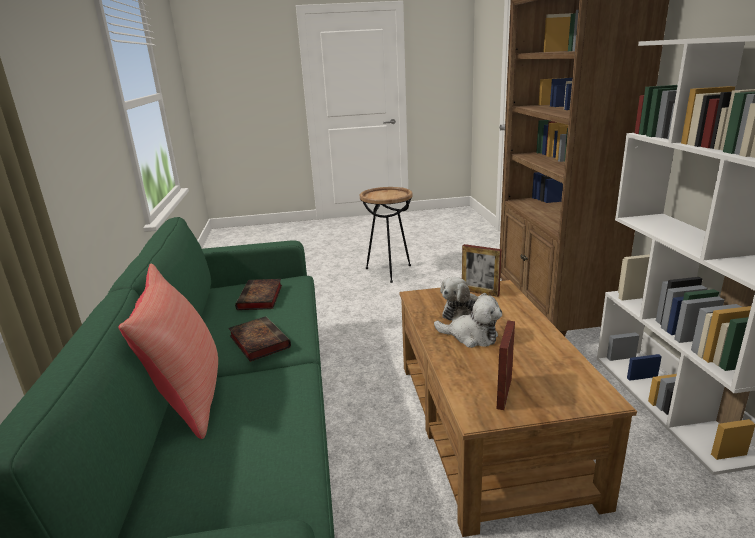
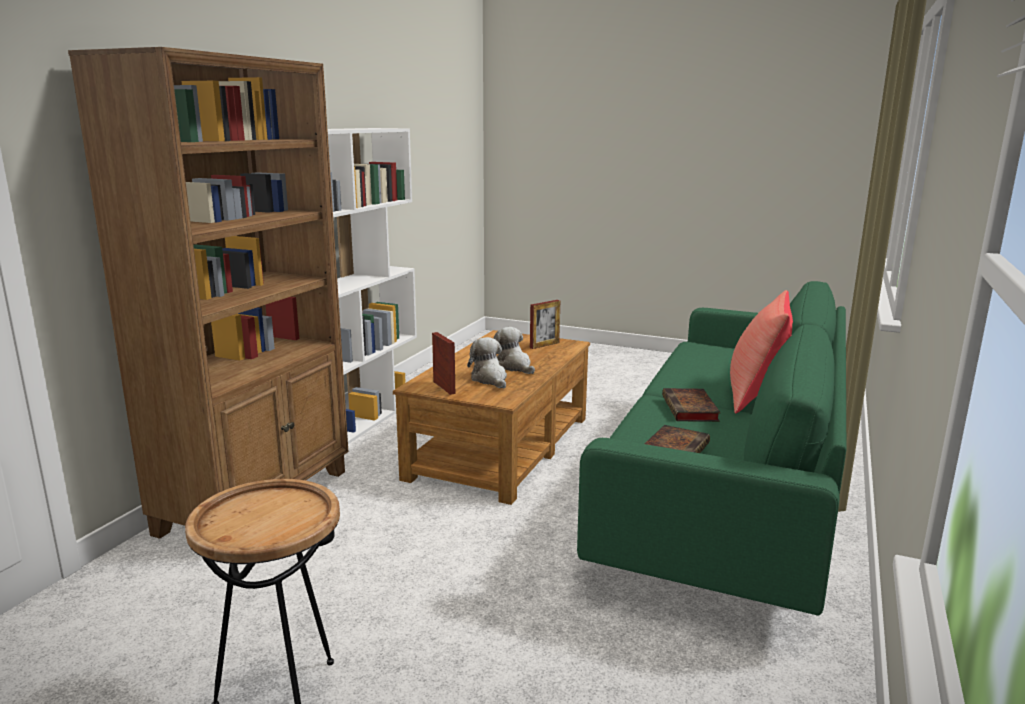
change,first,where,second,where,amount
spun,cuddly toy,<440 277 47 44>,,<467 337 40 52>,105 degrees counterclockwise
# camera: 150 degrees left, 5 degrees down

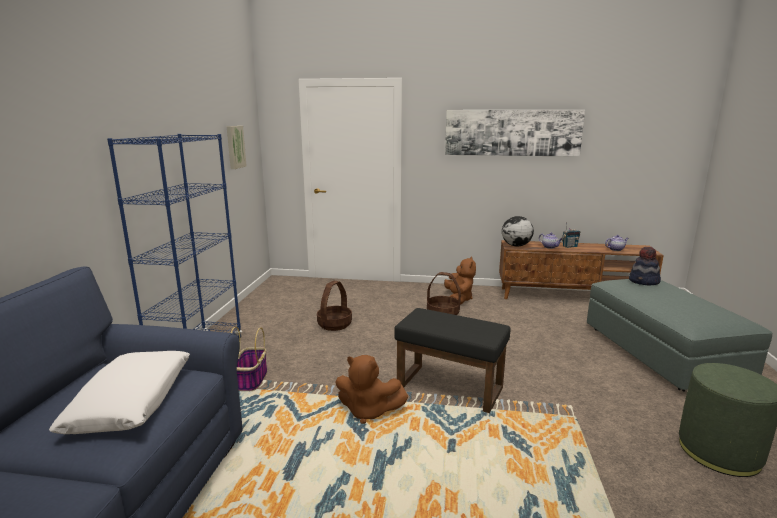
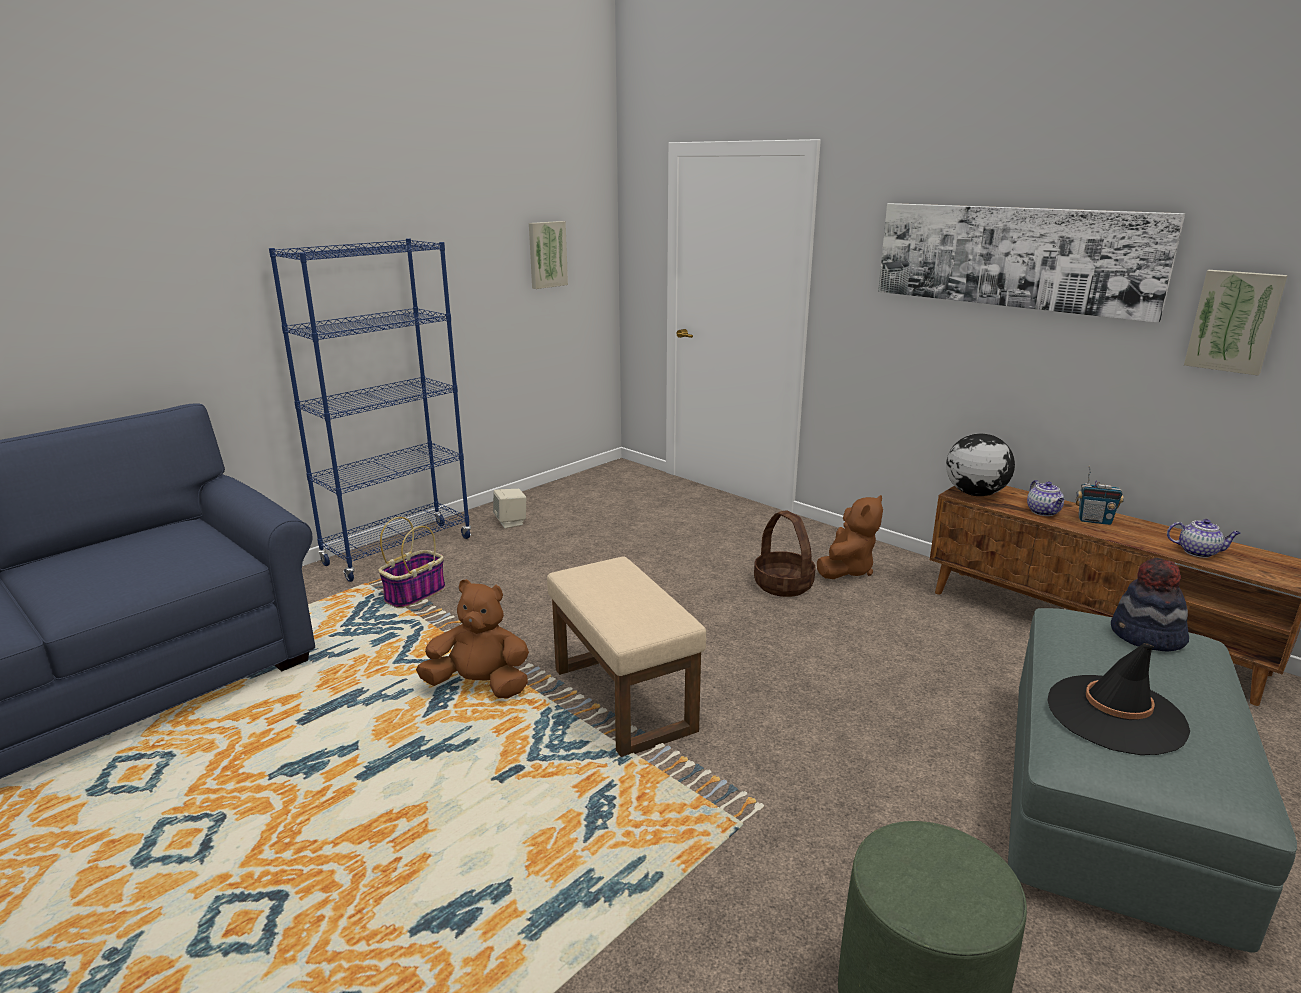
change,first,where,second,where,amount
missing,white-coloured cushion,<49 351 141 83>,,,
missing,basket,<317 281 35 50>,,,
appeared,,,sand-coloured audio speaker,<493 489 33 39>,
appeared,,,black-coloured hat,<1048 643 142 112>,
appeared,,,wall art,<1184 270 104 106>,
colour,black-coloured footrest,<394 308 116 105>,sand-coloured footrest,<547 556 159 201>,
spun,brownish cuddly toy,<335 355 73 69>,,<416 579 113 119>,135 degrees clockwise
# camera: 35 degrees right, 5 degrees up

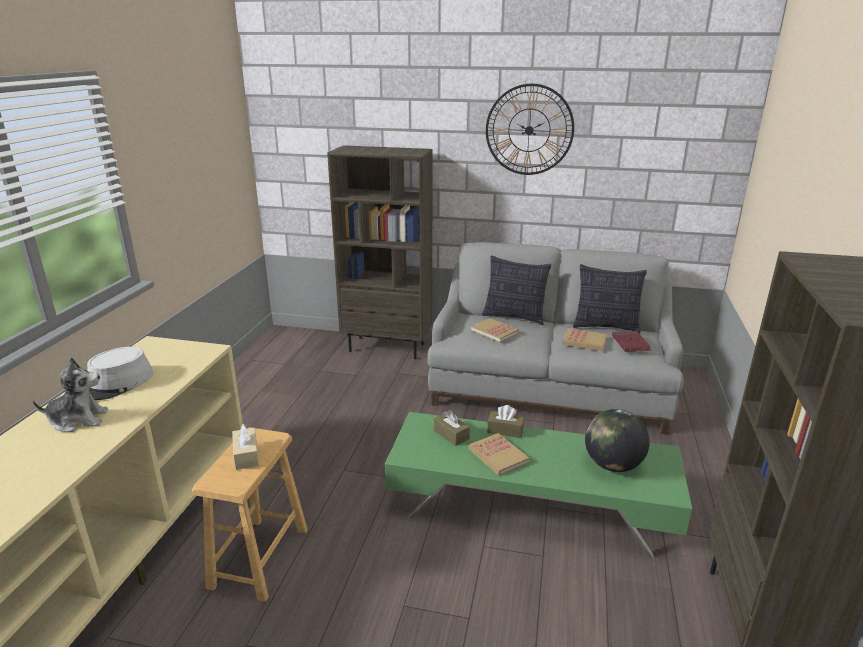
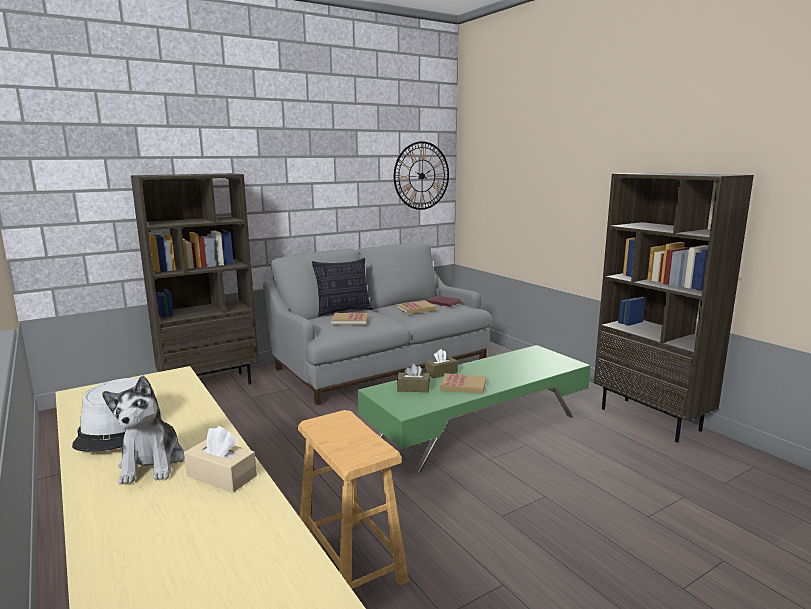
change,first,where,second,where,amount
missing,cushion,<573 264 74 70>,,,
missing,desk globe,<585 409 65 63>,,,
relocated,sand-coloured tissue holder,<232 424 27 46>,,<184 426 73 67>,
relocated,wall clock,<486 84 88 91>,,<394 141 55 69>,
spun,cuddly toy,<32 357 76 75>,,<102 376 83 109>,135 degrees clockwise
# camera: 45 degrees left, 10 degrees down

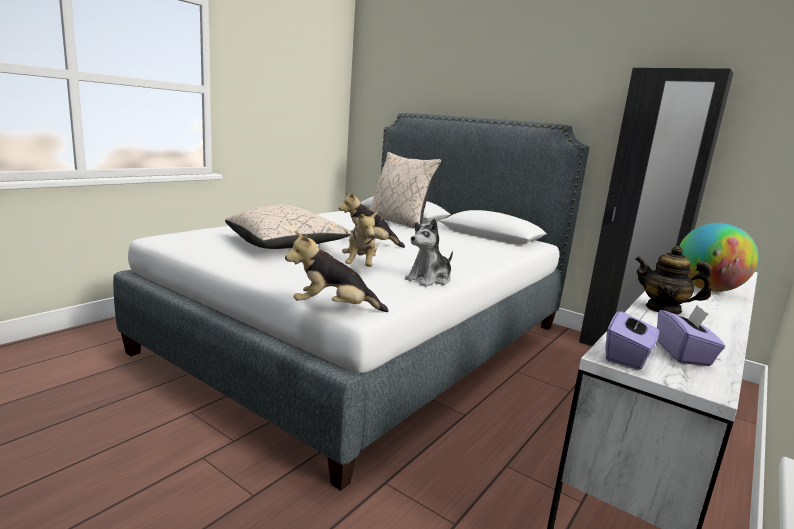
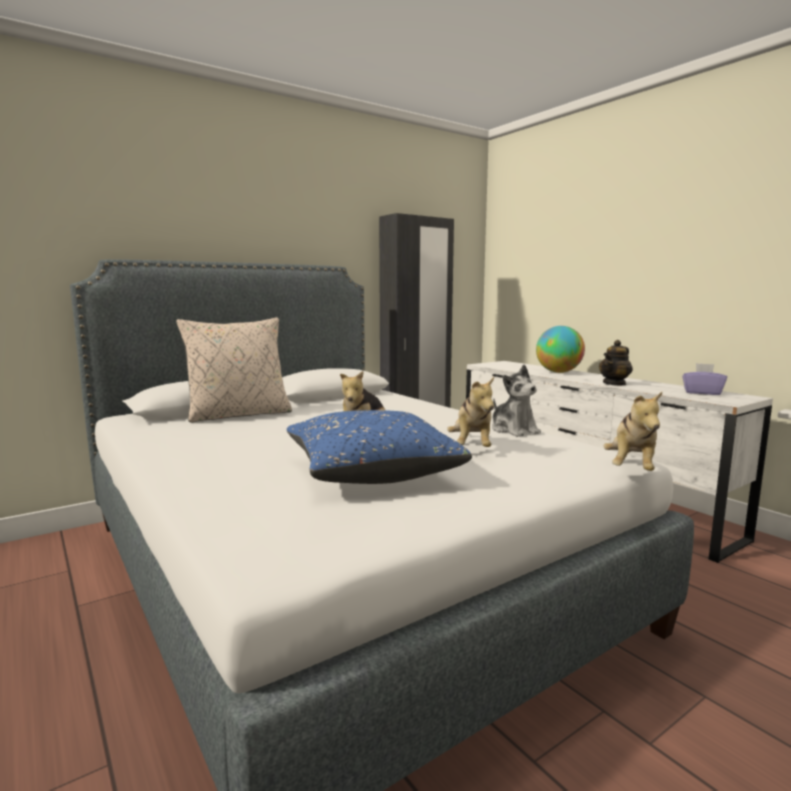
change,first,where,second,where,amount
missing,purple tissue holder,<606 310 53 60>,,,
colour,sand-coloured cushion,<225 205 126 44>,blue-coloured cushion,<287 410 185 74>,
spun,cuddly toy,<342 211 35 56>,,<447 377 47 70>,75 degrees clockwise
# camera: 70 degrees left, 5 degrees down

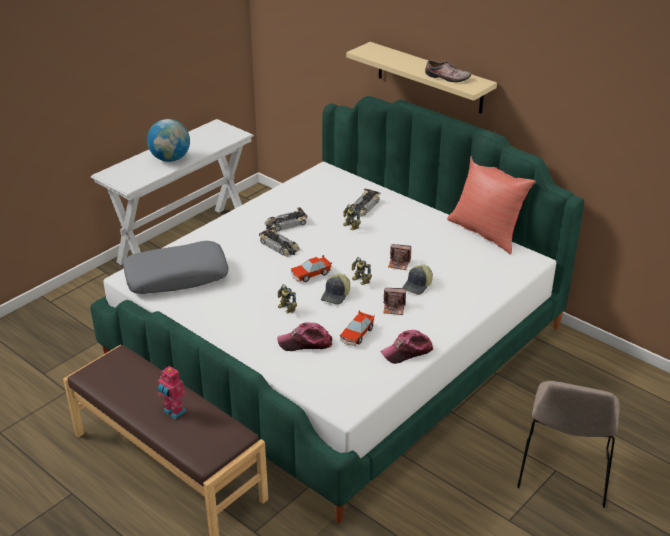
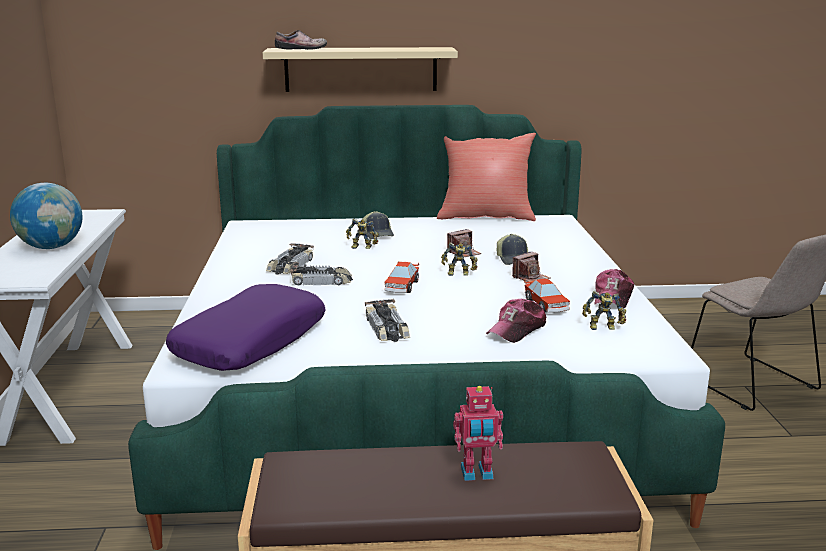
change,first,where,second,where,amount
relocated,robot figure,<278 284 19 30>,,<582 291 44 39>,
relocated,cap,<321 274 29 31>,,<362 211 32 28>,
relocated,miniature car,<351 189 29 28>,,<365 299 45 43>,
relocated,low shoe,<425 60 46 22>,,<275 30 52 20>,
colour,gray cushion,<123 241 106 53>,purple cushion,<166 284 159 87>,
# camera: 45 degrees left, 15 degrees down

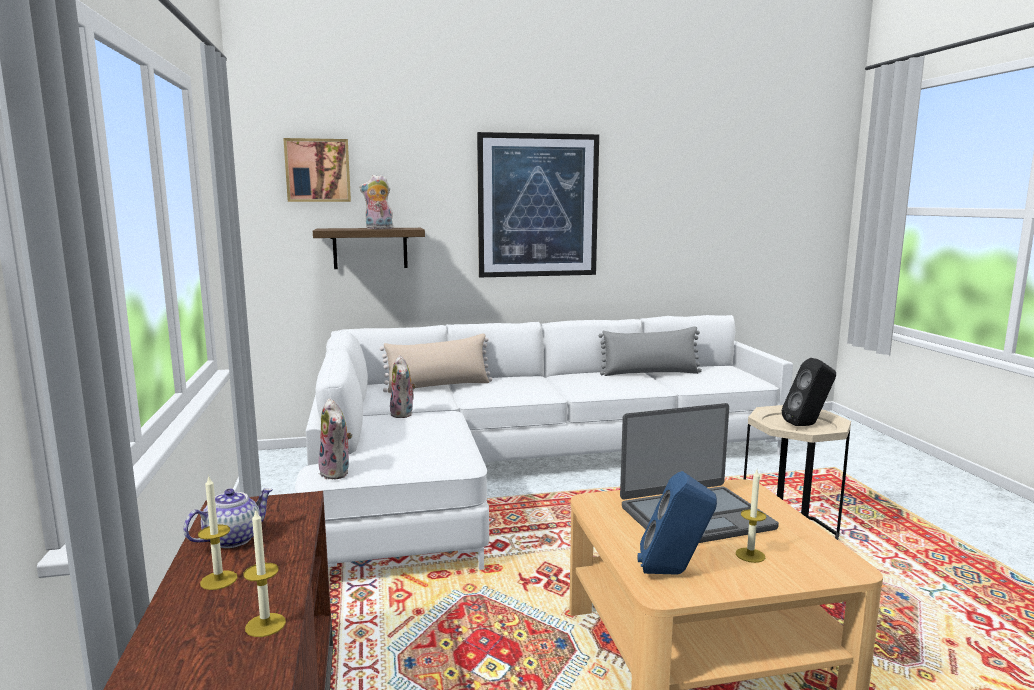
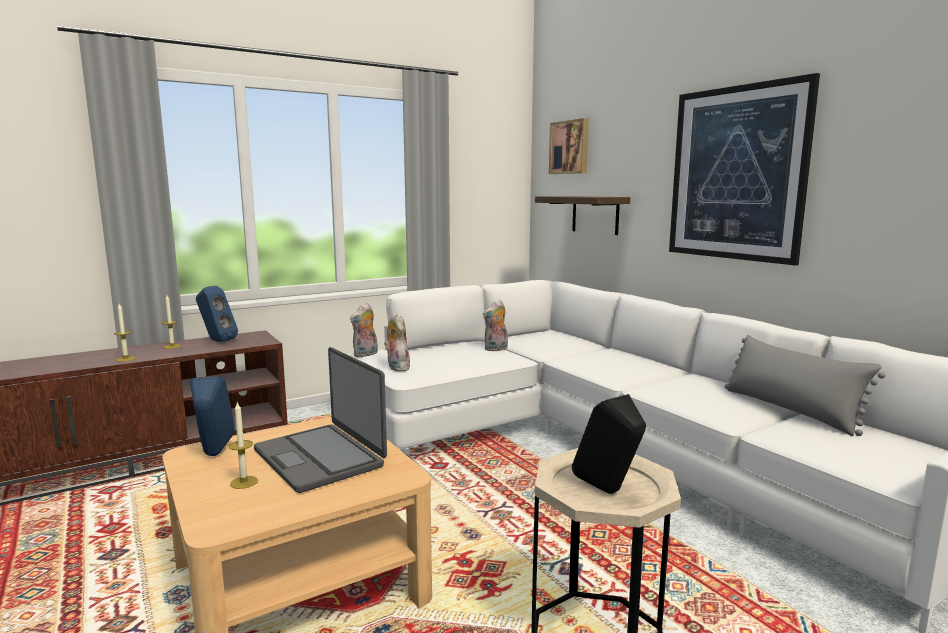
change,first,where,second,where,amount
missing,sand-coloured cushion,<380 333 112 60>,,,
relocated,cuddly toy,<360 175 34 54>,,<384 312 27 59>,
exchanged,tea pot,<183 488 90 60>,blue-coloured audio speaker,<196 286 42 56>,
# camera: 70 degrees right, 0 degrees up

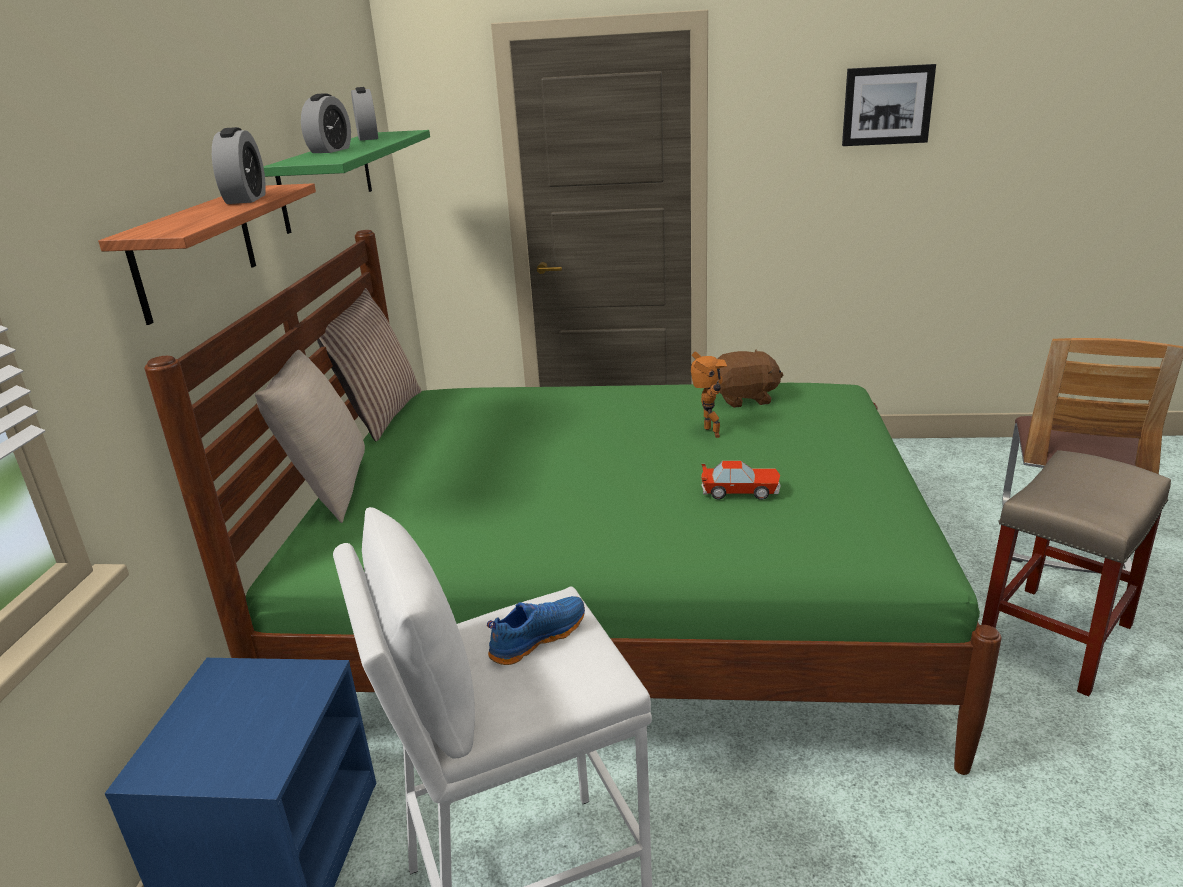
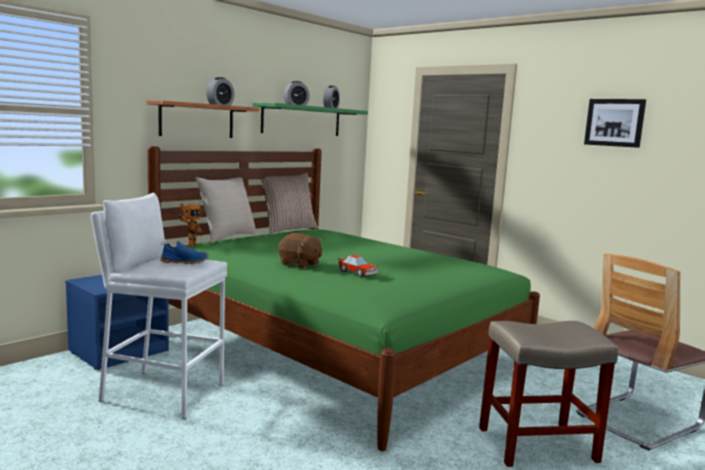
change,first,where,second,where,amount
relocated,robot figure,<691 352 36 86>,,<178 203 26 44>,
relocated,brownish cuddly toy,<717 349 66 59>,,<278 233 44 36>,
# camera: 35 degrees right, 15 degrees down

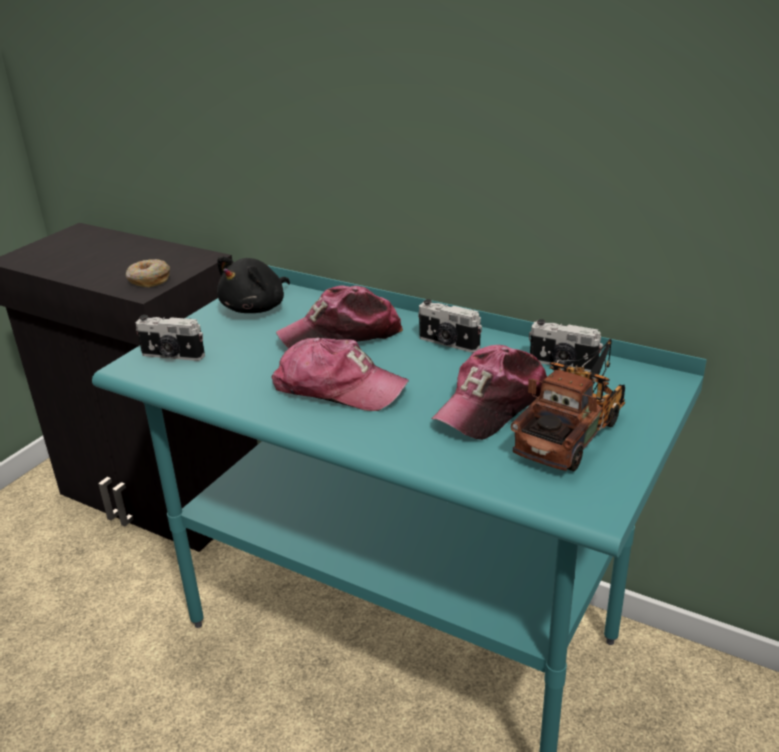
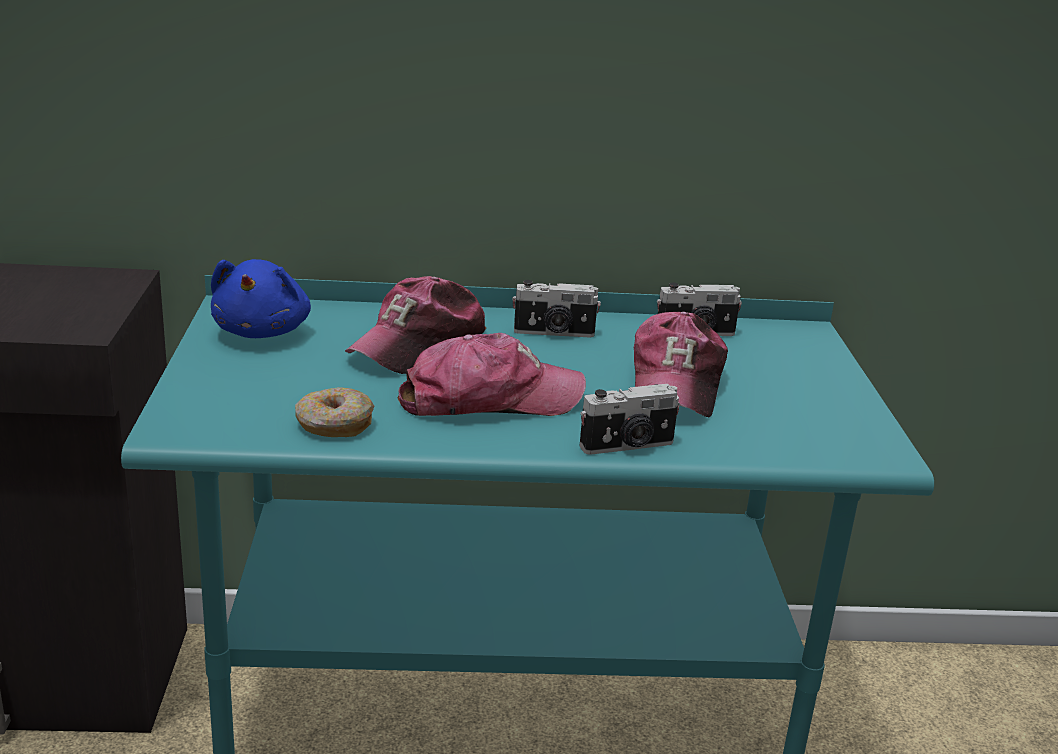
change,first,where,second,where,amount
missing,model truck,<511 339 114 132>,,,
relocated,doughnut,<126 259 44 28>,,<295 387 79 50>,
relocated,photo camera,<136 315 69 46>,,<580 384 100 71>,
colour,black-coloured cuddly toy,<217 256 73 57>,blue-coloured cuddly toy,<211 259 100 79>,
# camera: 35 degrees left, 5 degrees down

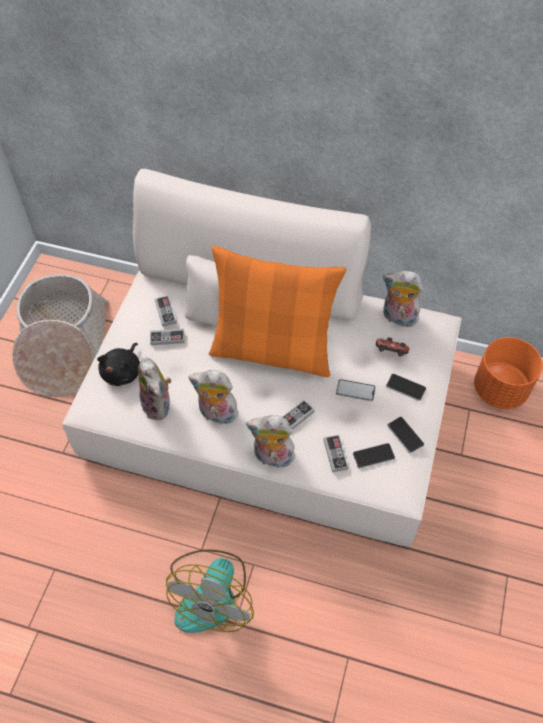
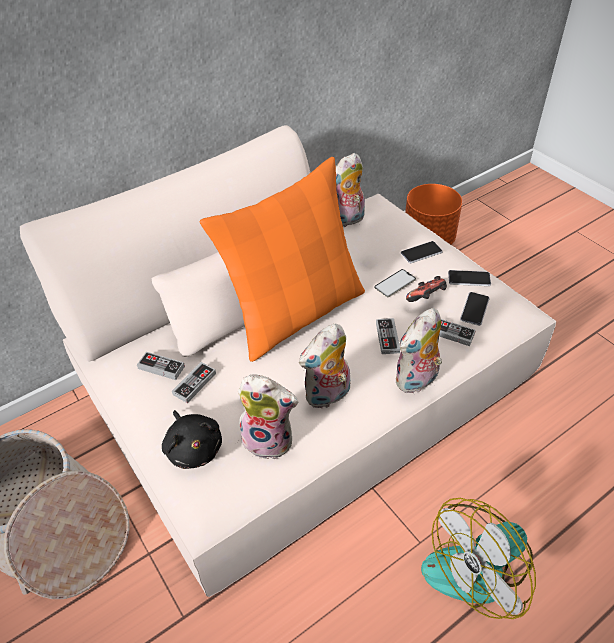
change,first,where,second,where,amount
relocated,joypad,<376 337 33 20>,,<406 276 41 26>,
spun,fan,<166 550 88 83>,,<421 498 115 121>,90 degrees clockwise
# camera: 50 degrees left, 10 degrees down

